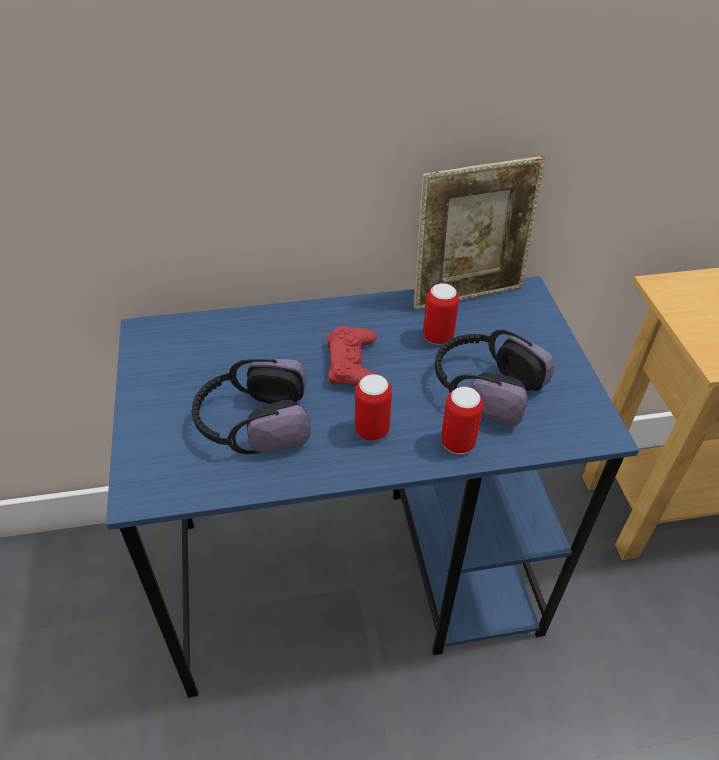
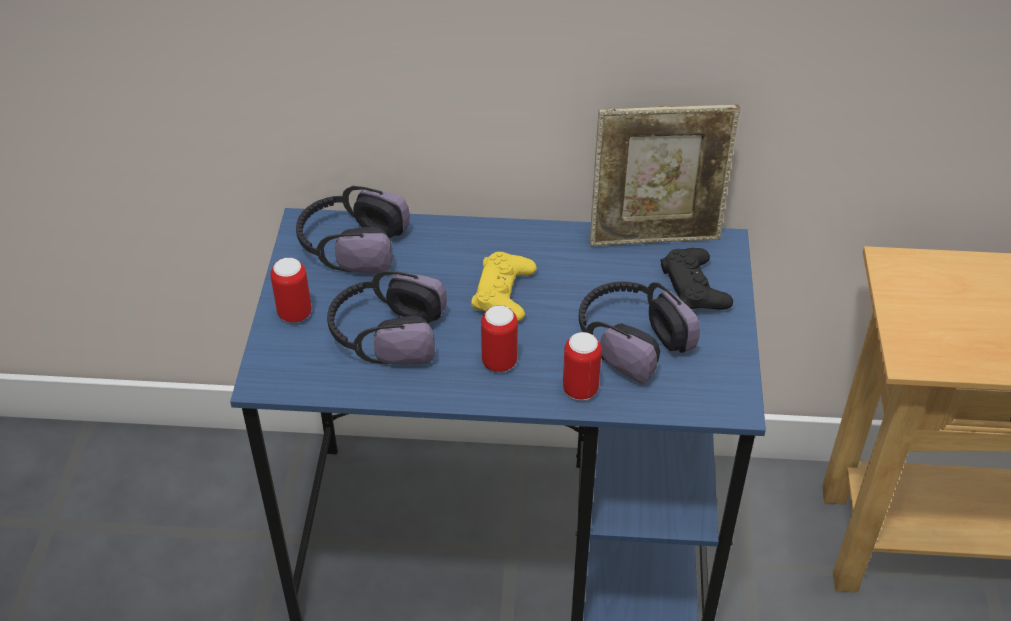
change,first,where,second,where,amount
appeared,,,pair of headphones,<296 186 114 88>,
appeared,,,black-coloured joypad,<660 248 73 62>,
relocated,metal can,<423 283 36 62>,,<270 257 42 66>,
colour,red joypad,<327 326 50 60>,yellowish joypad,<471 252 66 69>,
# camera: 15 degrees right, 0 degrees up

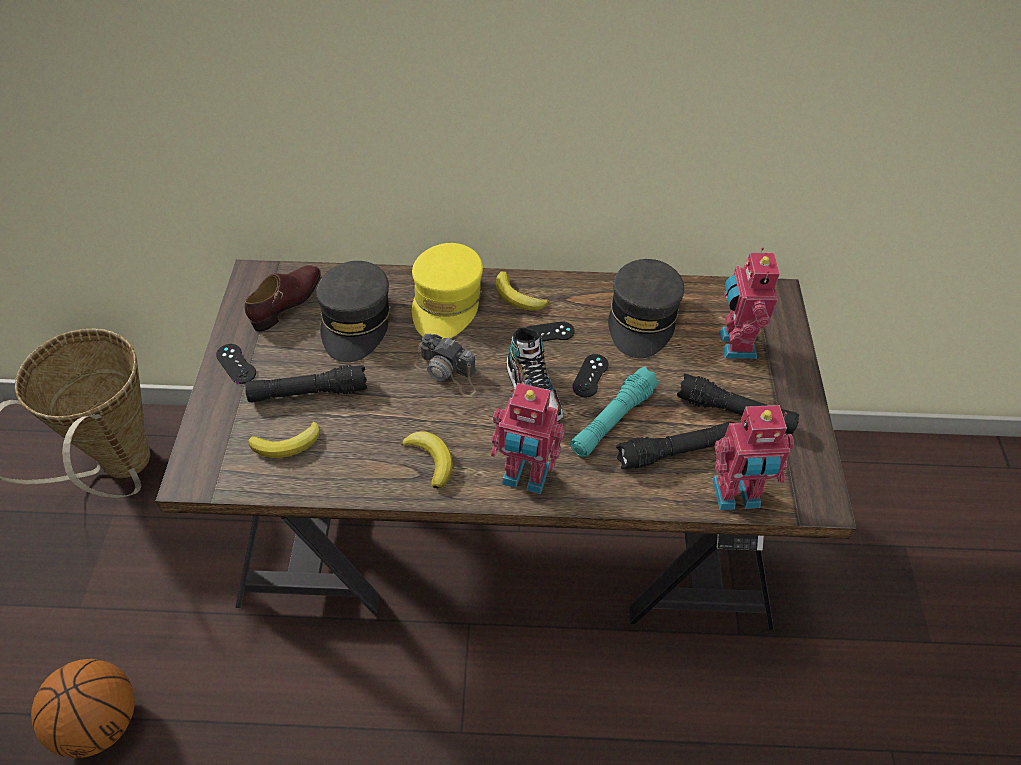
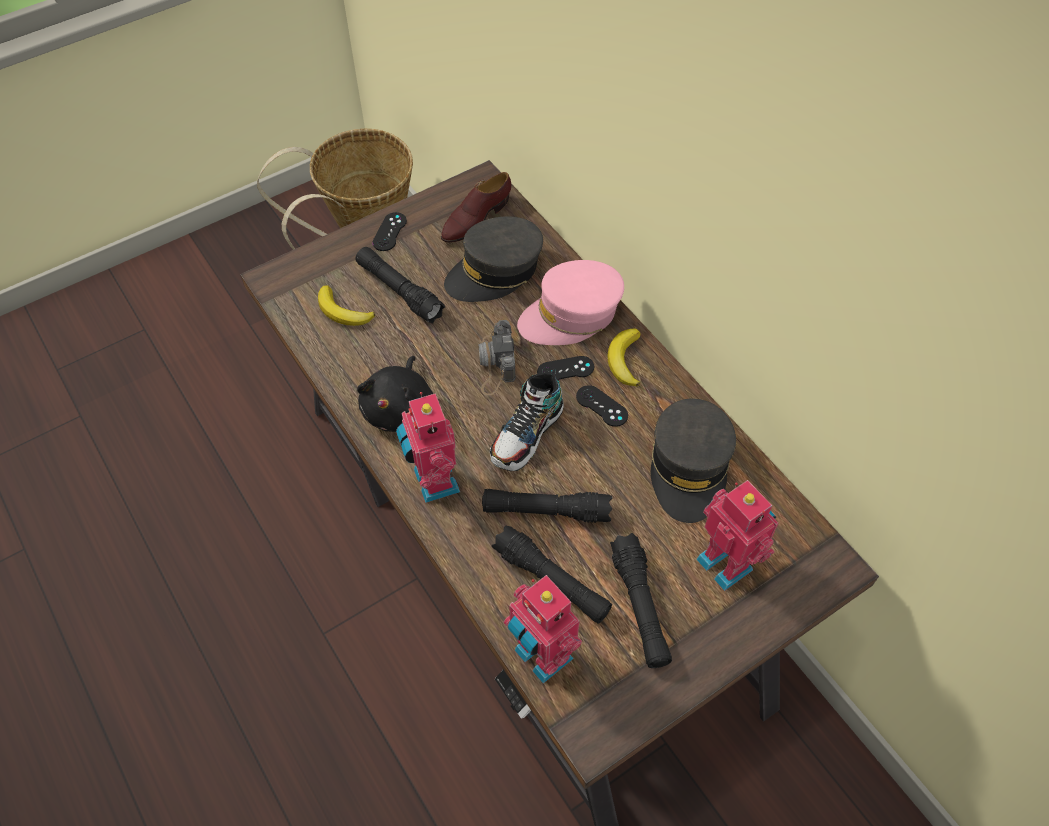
change,first,where,second,where,amount
missing,basketball,<31 659 104 99>,,,
relocated,black-coloured joypad,<572 354 37 43>,,<537 356 57 25>,
exchanged,banana,<401 431 52 57>,black-coloured cuddly toy,<357 356 76 76>,
colour,yellowish cap,<412 243 71 96>,pinkish cap,<517 260 107 85>,
colour,turquoise hand torch,<570 367 89 90>,black-coloured hand torch,<482 489 130 34>,
spun,brownish low shoe,<245 265 76 67>,,<441 172 70 71>,135 degrees clockwise
spun,gray cap,<608 259 76 99>,,<651 398 85 125>,60 degrees counterclockwise
spun,robot figure,<720 247 60 112>,,<696 480 82 111>,90 degrees clockwise
# camera: 55 degrees right, 5 degrees up

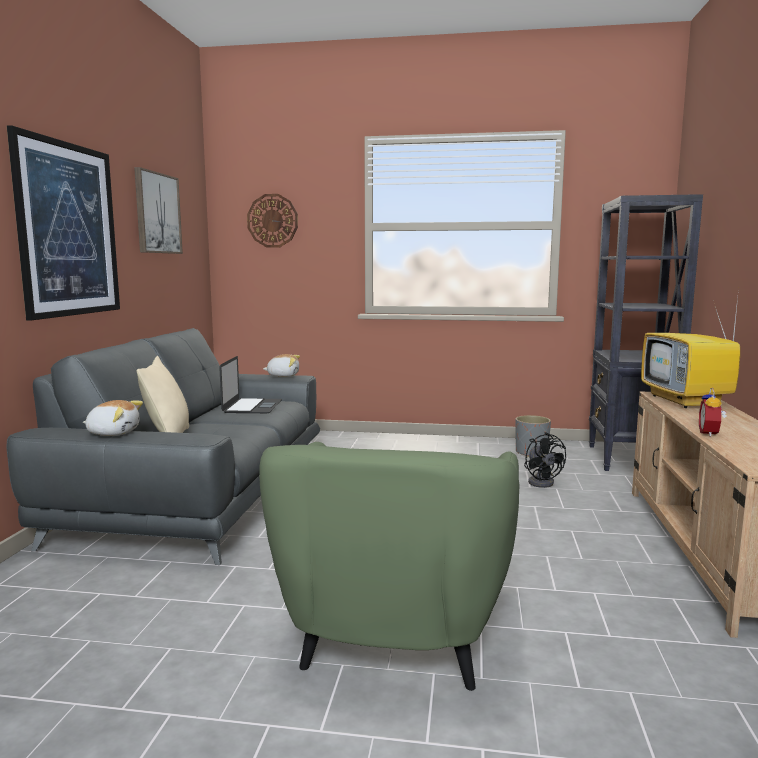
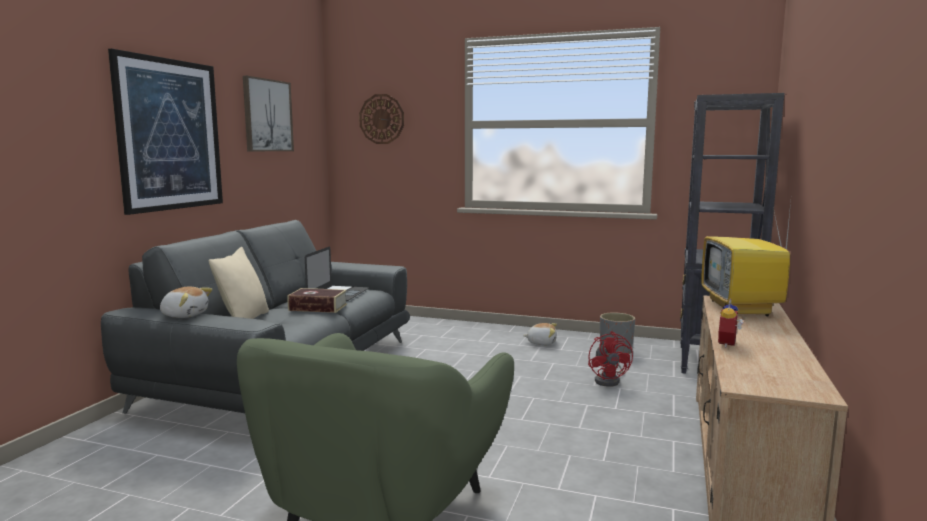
change,first,where,second,where,amount
appeared,,,book,<288 288 59 25>,
relocated,cuddly toy,<263 354 37 23>,,<523 323 34 22>,
colour,black-coloured fan,<524 432 42 56>,red fan,<588 331 45 56>,
# camera: 10 degrees right, 0 degrees up

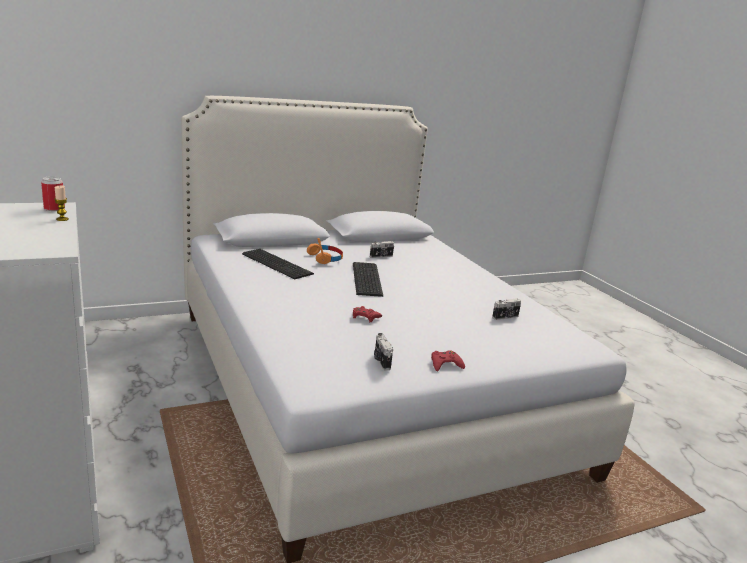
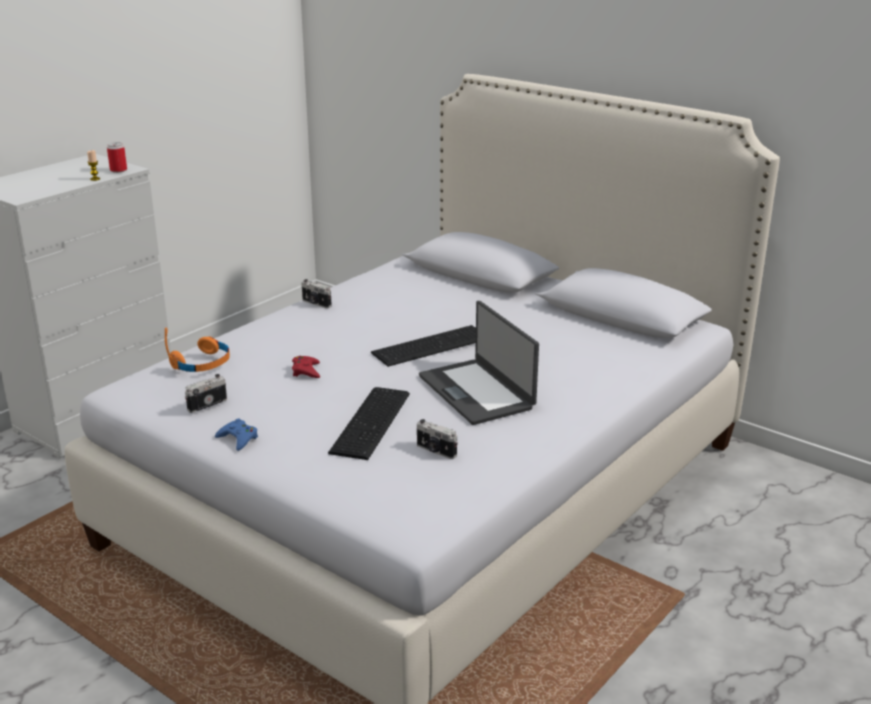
change,first,where,second,where,amount
appeared,,,portable computer,<419 301 120 124>,
relocated,PC keyboard,<242 249 72 30>,,<328 387 82 73>,
relocated,orangey pair of headphones,<307 238 36 26>,,<165 327 65 45>,
relocated,photo camera,<370 241 24 17>,,<302 279 30 30>,
colour,red joypad,<431 350 34 21>,blue-coloured joypad,<215 419 43 32>,
# camera: 65 degrees right, 5 degrees up

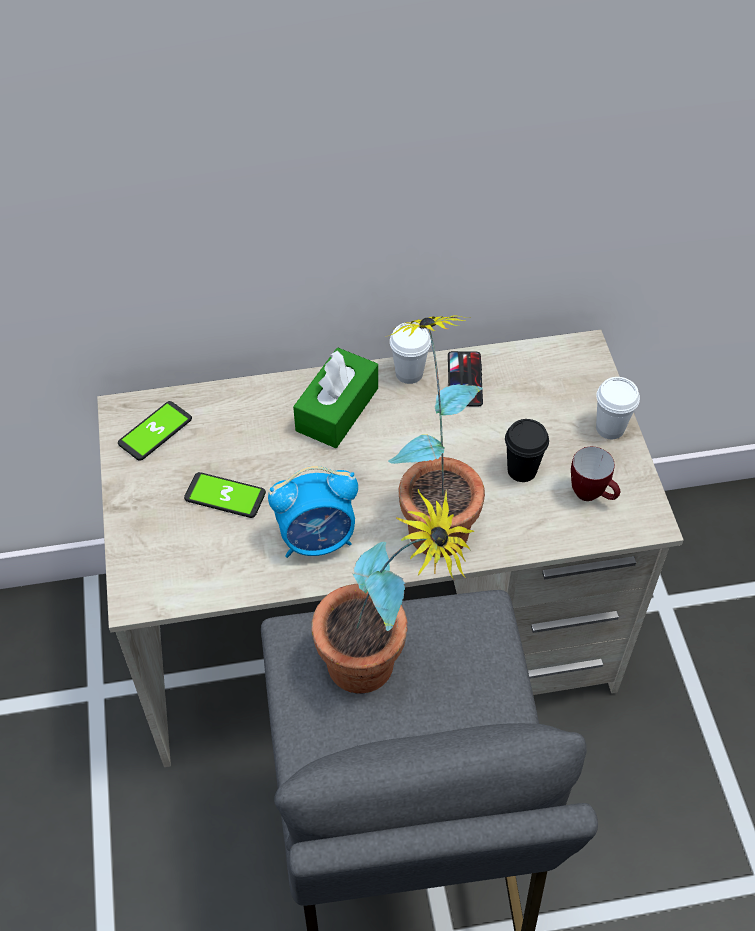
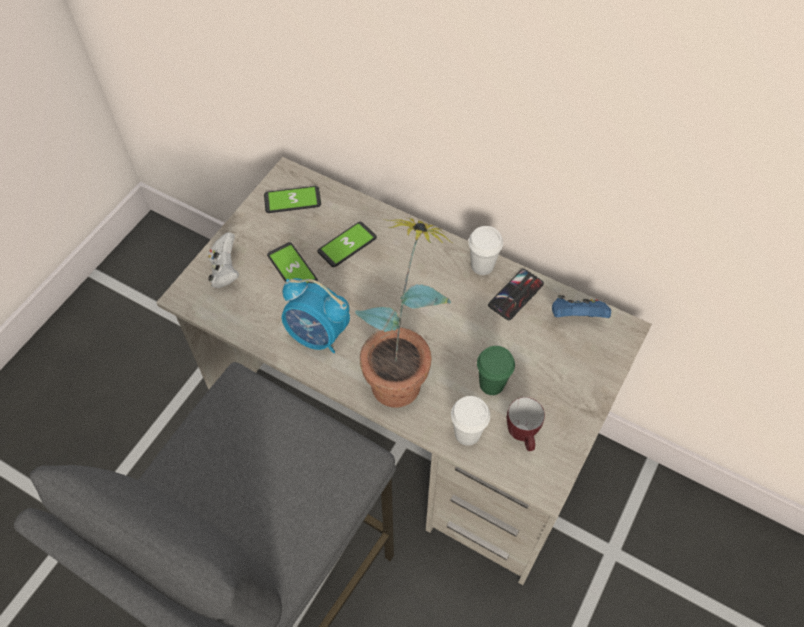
change,first,where,second,where,amount
missing,green-coloured tissue holder,<293 348 85 100>,,,
missing,houseplant,<311 489 163 204>,,,
appeared,,,white-coloured joypad,<208 232 31 56>,
appeared,,,handset,<317 222 60 45>,
appeared,,,blue-coloured joypad,<552 295 59 23>,
relocated,white-coloured cup,<596 377 44 62>,,<451 396 39 50>,
colour,black-coloured cup,<505 419 44 63>,green-coloured cup,<477 346 38 49>,
# camera: 40 degrees right, 5 degrees up

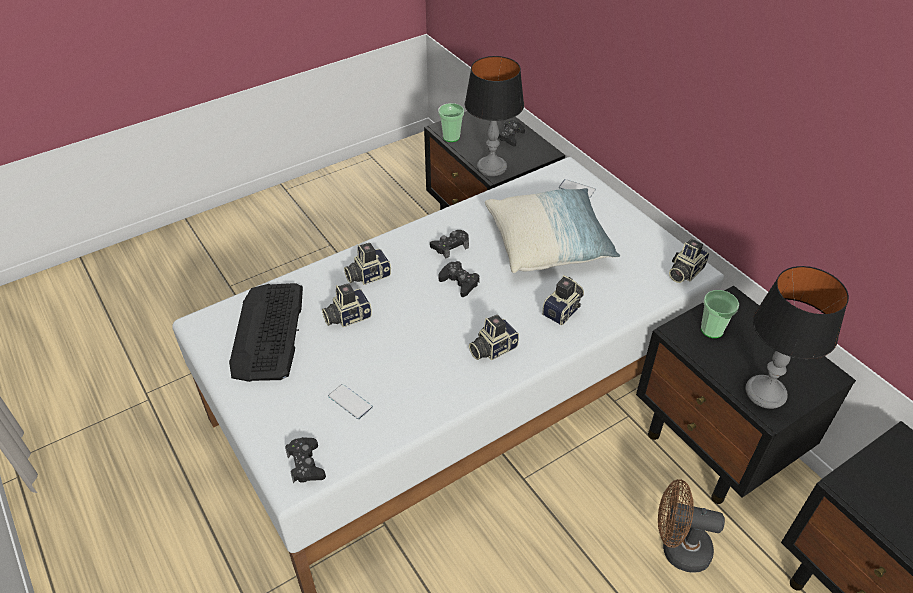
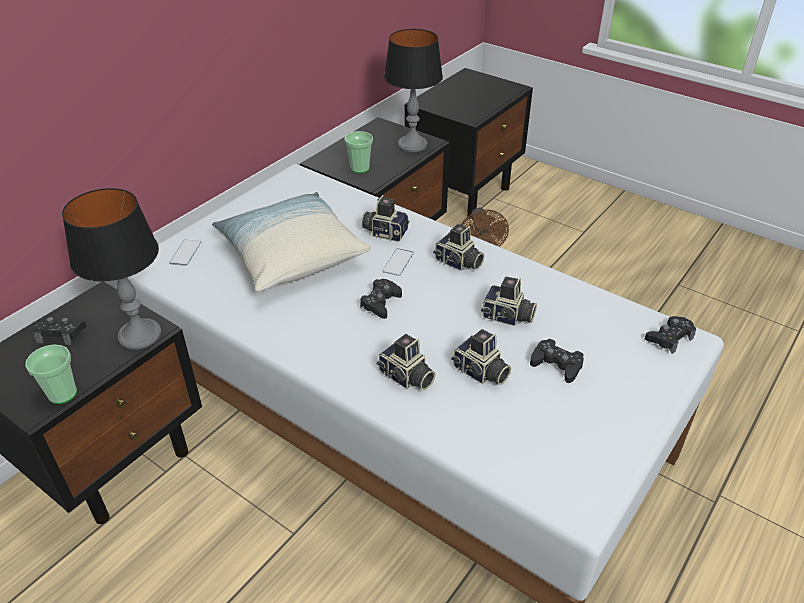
change,first,where,second,where,amount
missing,PC keyboard,<229 283 74 99>,,,
relocated,handset,<328 384 45 35>,,<382 248 32 28>,
relocated,black-coloured joypad,<430 230 39 29>,,<530 339 54 44>,
relocated,photo camera,<669 239 40 44>,,<481 277 56 49>,
# camera: 110 degrees left, 5 degrees down

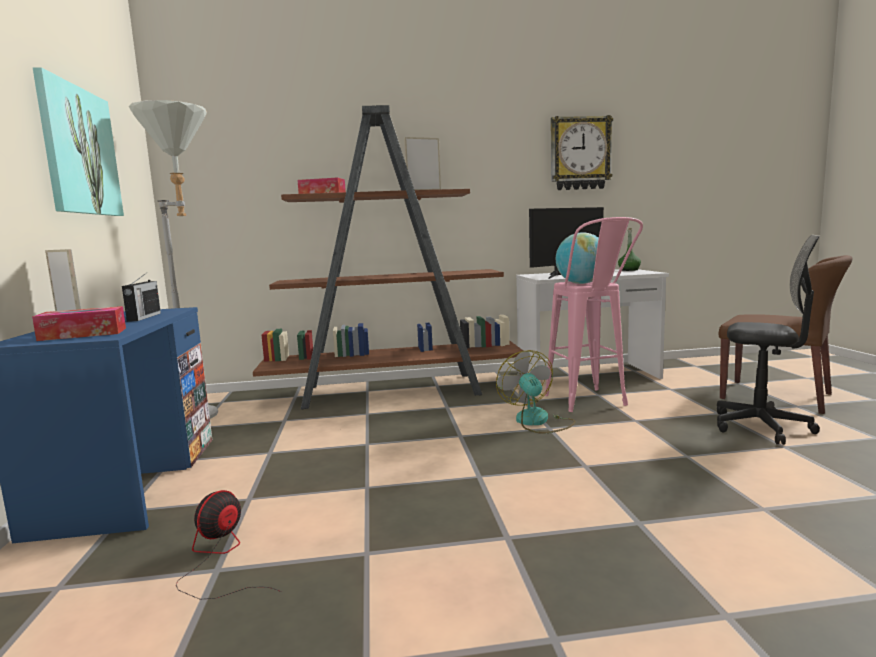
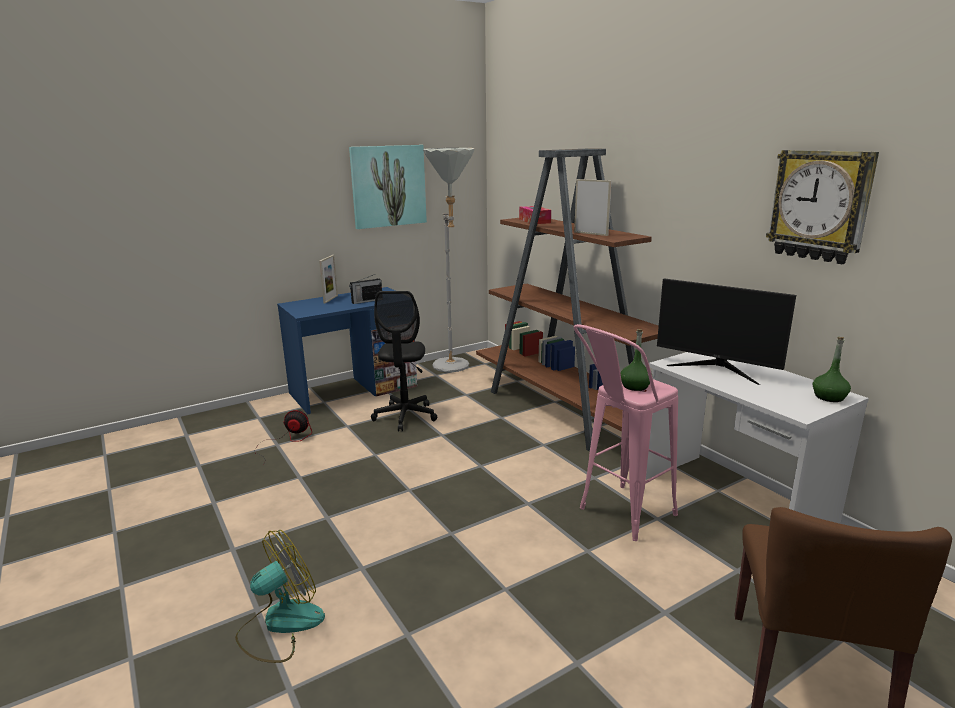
change,first,where,second,where,amount
missing,tissue holder,<32 306 94 35>,,,
relocated,fan,<496 350 79 84>,,<235 530 90 133>,
relocated,black-coloured desk chair,<717 235 103 210>,,<371 291 66 140>,
exchanged,desk globe,<556 232 43 52>,green-coloured beverage bottle,<620 329 33 62>,
# camera: 65 degrees right, 10 degrees up

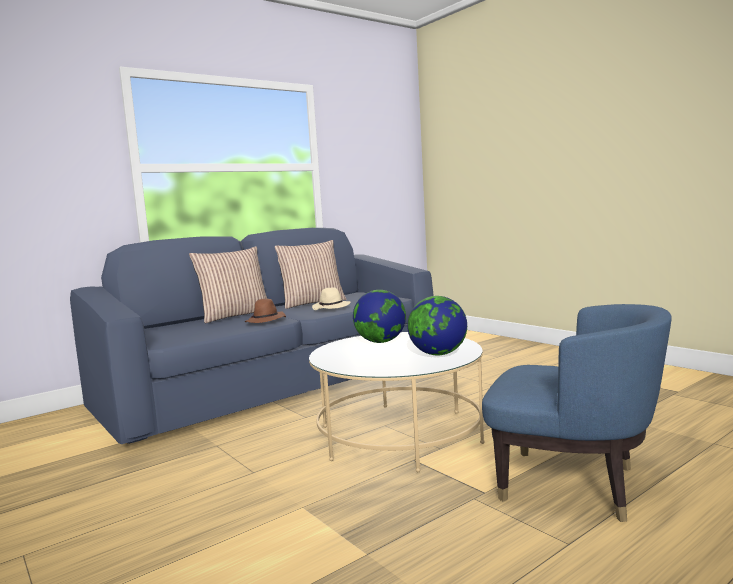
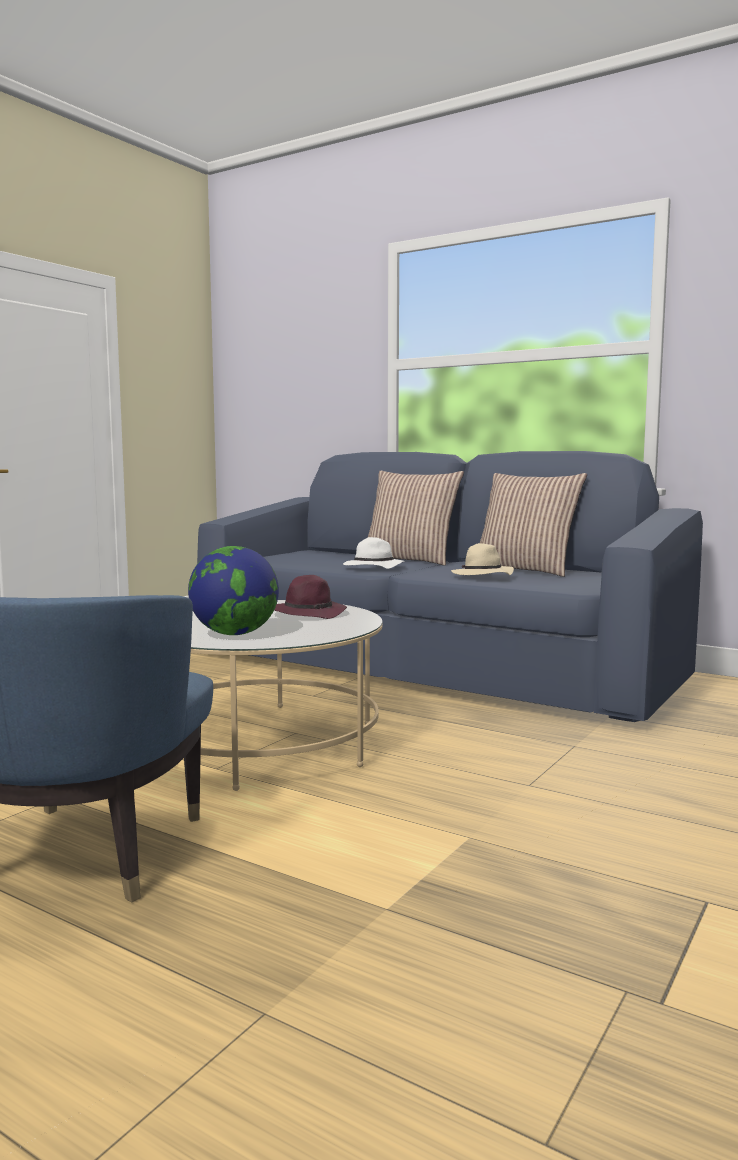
change,first,where,second,where,amount
exchanged,desk globe,<353 290 53 53>,purple hat,<274 575 73 44>,
colour,brownish hat,<245 299 41 24>,white-coloured hat,<343 537 62 32>,
# camera: 70 degrees right, 0 degrees up

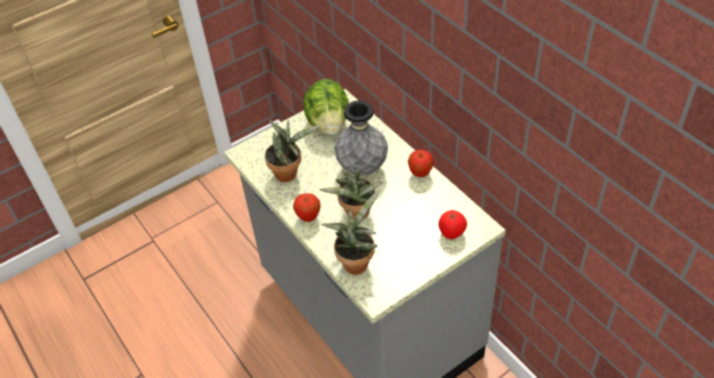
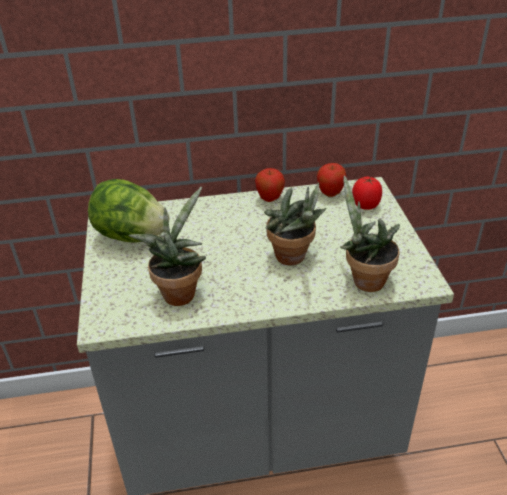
change,first,where,second,where,amount
missing,gray vase,<334 100 54 76>,,,
relocated,whole apple,<293 193 27 29>,,<317 163 30 34>,
# camera: 65 degrees left, 10 degrees down

